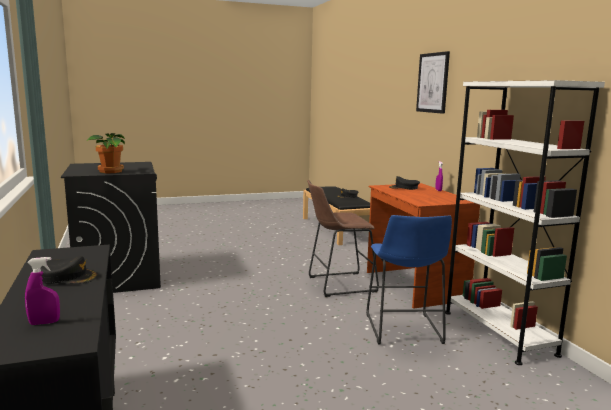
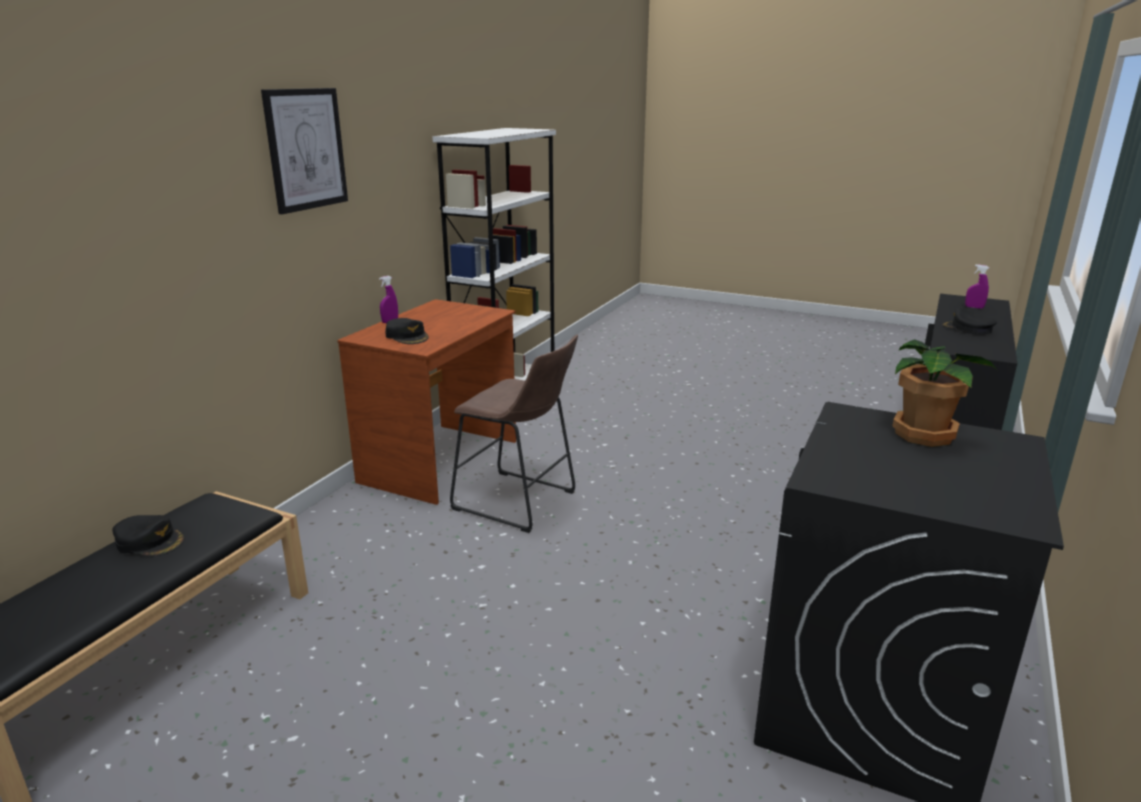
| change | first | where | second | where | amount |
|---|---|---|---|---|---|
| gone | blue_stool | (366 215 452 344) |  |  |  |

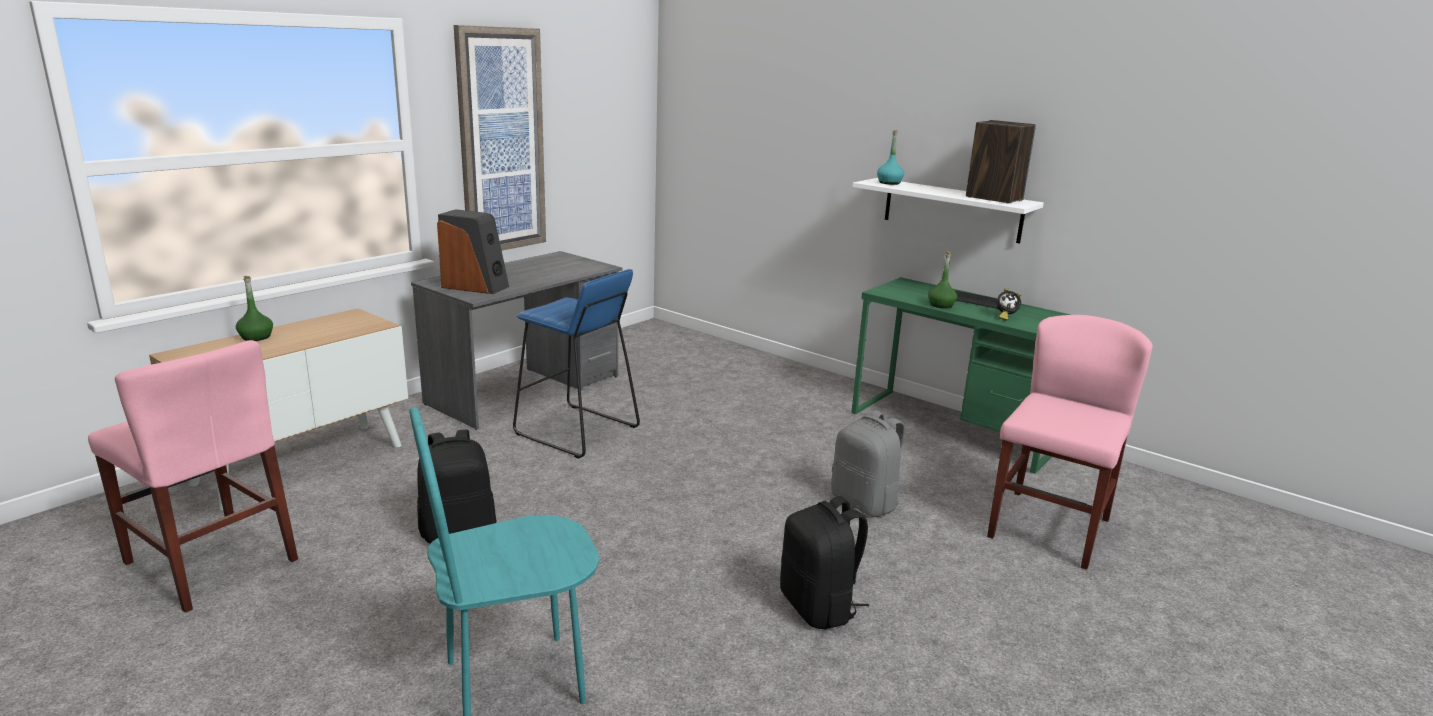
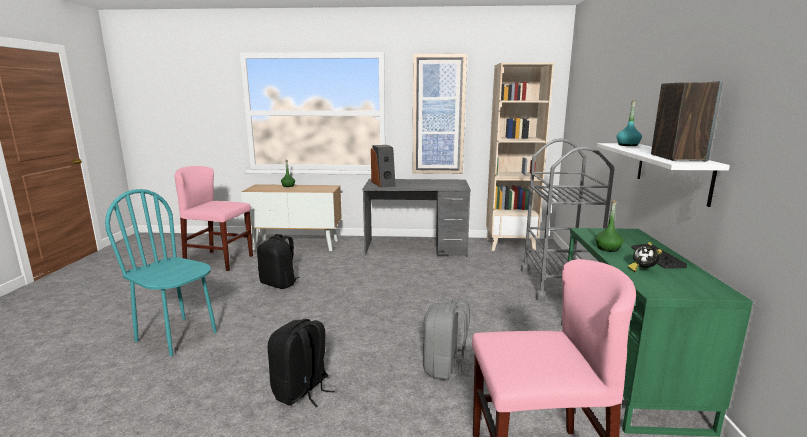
| change | first | where | second | where | amount |
|---|---|---|---|---|---|
| rotated | pink_chair | (88 340 298 613) |  | (175 166 253 271) | 105 degrees clockwise |
| new |  |  | beige_bookcase | (486 62 554 251) |  |
| new |  |  | grey_cart | (521 138 614 302) |  |
| gone | blue_stool | (513 269 640 459) |  |  |  |

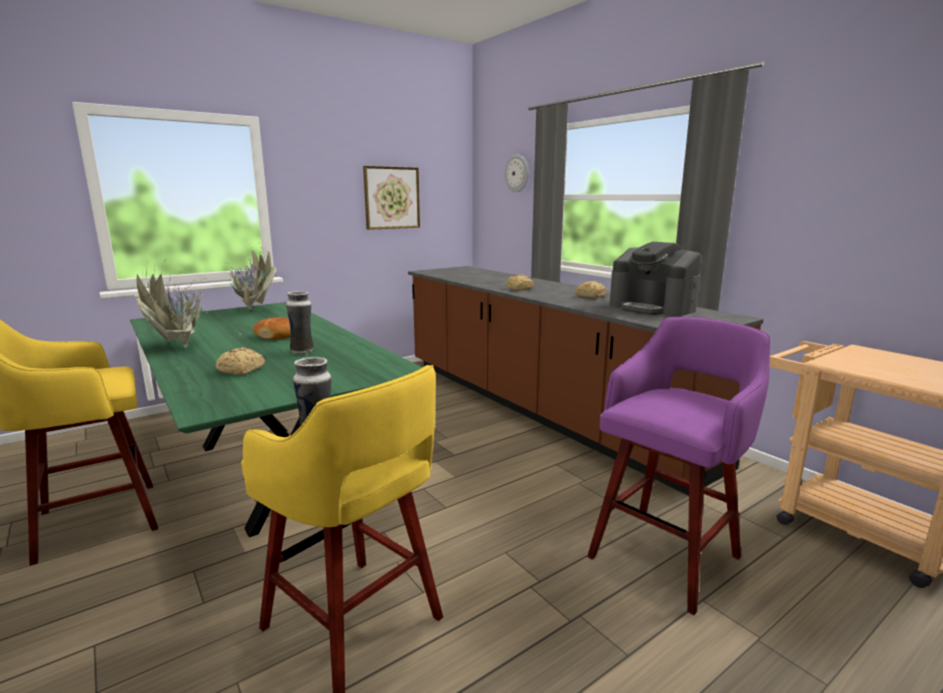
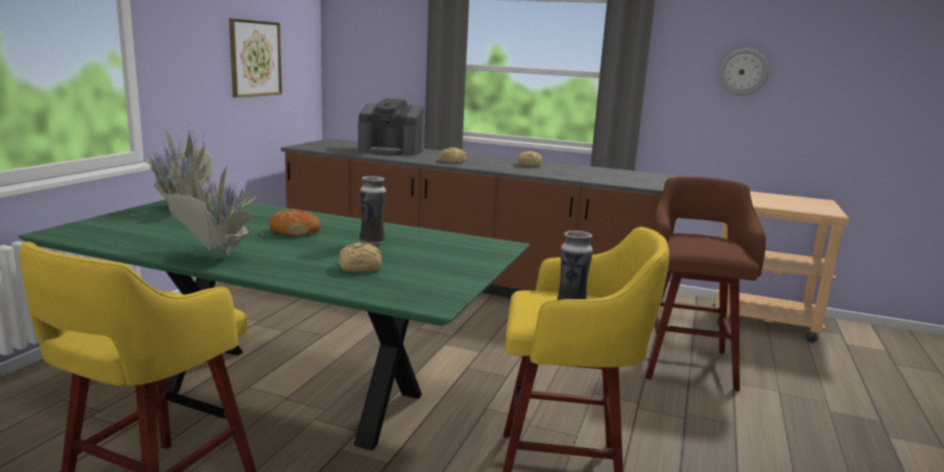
| change | first | where | second | where | amount |
|---|---|---|---|---|---|
| shifted | coffee_machine | (610 242 701 317) |  | (358 98 424 155) |  |
| repainted | purple_stool | (587 317 771 615) | brown_stool | (646 177 766 391) |  |
| shifted | wall_clock | (505 155 529 192) |  | (719 49 769 96) |  |

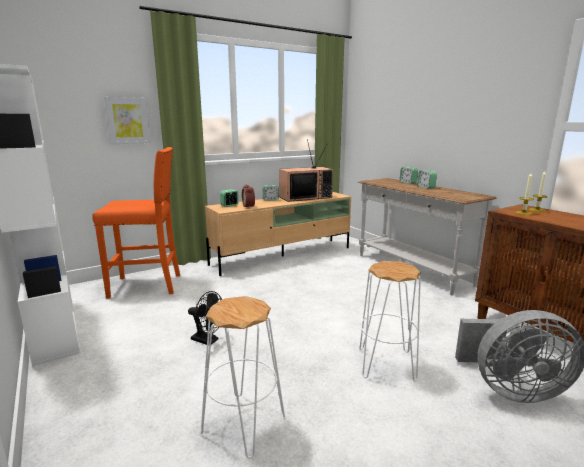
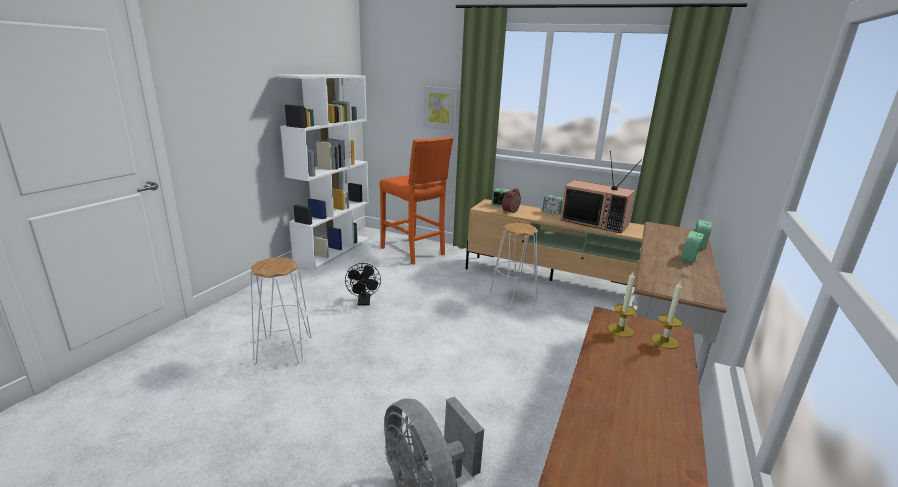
| change | first | where | second | where | amount |
|---|---|---|---|---|---|
| shifted | white_stool | (359 261 421 382) |  | (490 222 538 307) |  |

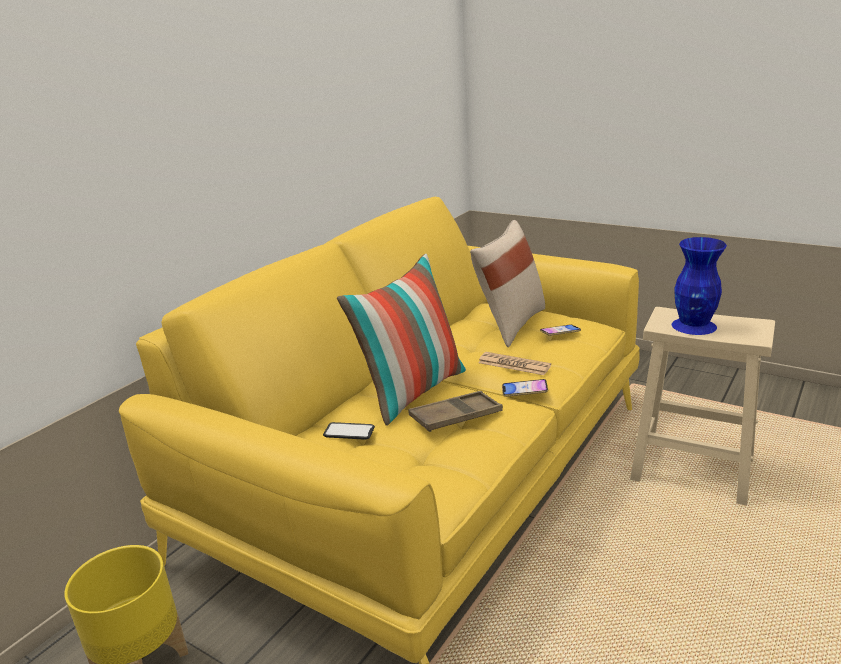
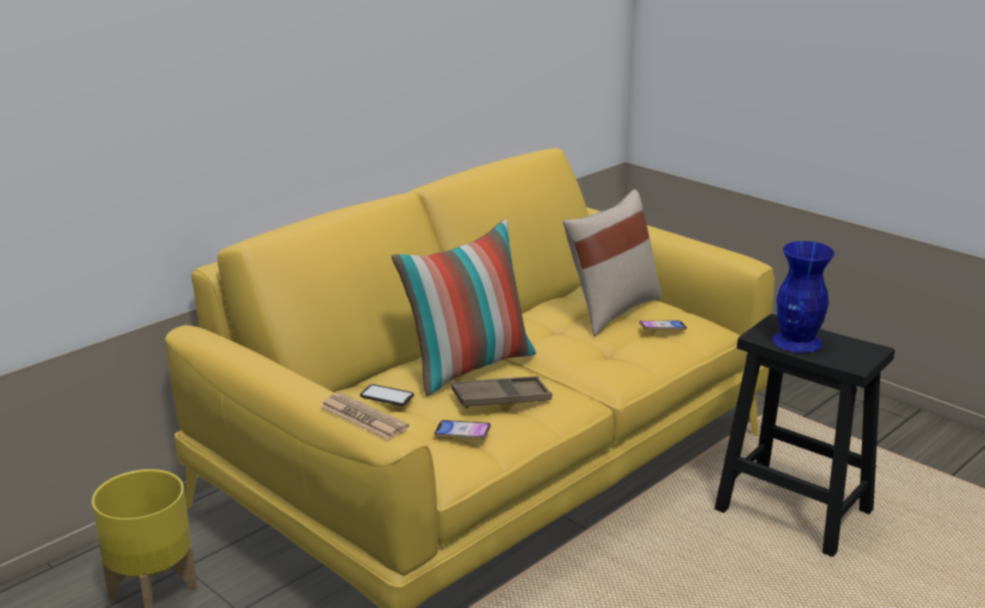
| change | first | where | second | where | amount |
|---|---|---|---|---|---|
| shifted | newspaper | (478 352 551 375) |  | (321 393 409 440) |  |
| shifted | phone | (502 379 548 397) |  | (434 420 491 439) |  |
| repainted | beige_stool | (630 307 775 506) | black_stool | (714 314 895 557) |  |

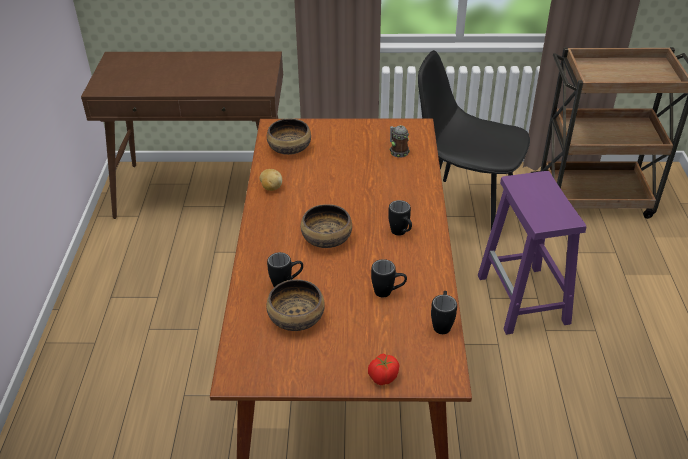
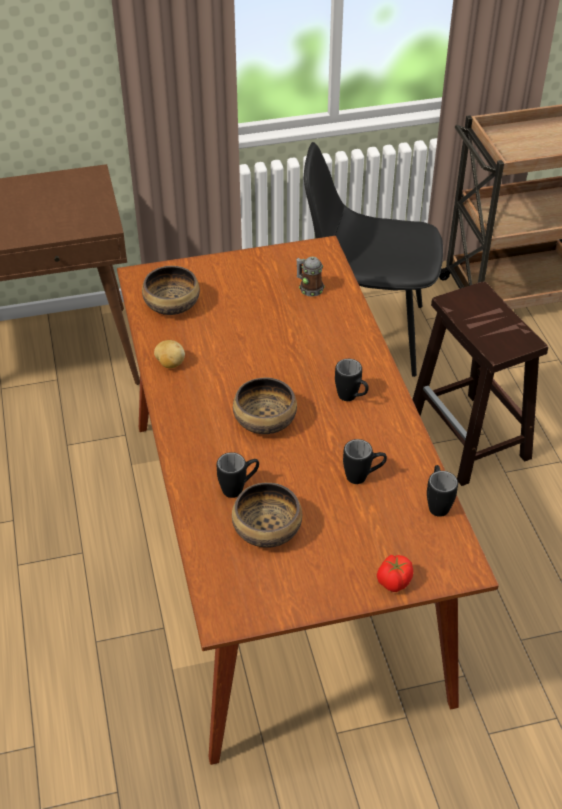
| change | first | where | second | where | amount |
|---|---|---|---|---|---|
| repainted | purple_stool | (478 171 586 335) | brown_stool | (412 281 548 486) |  |

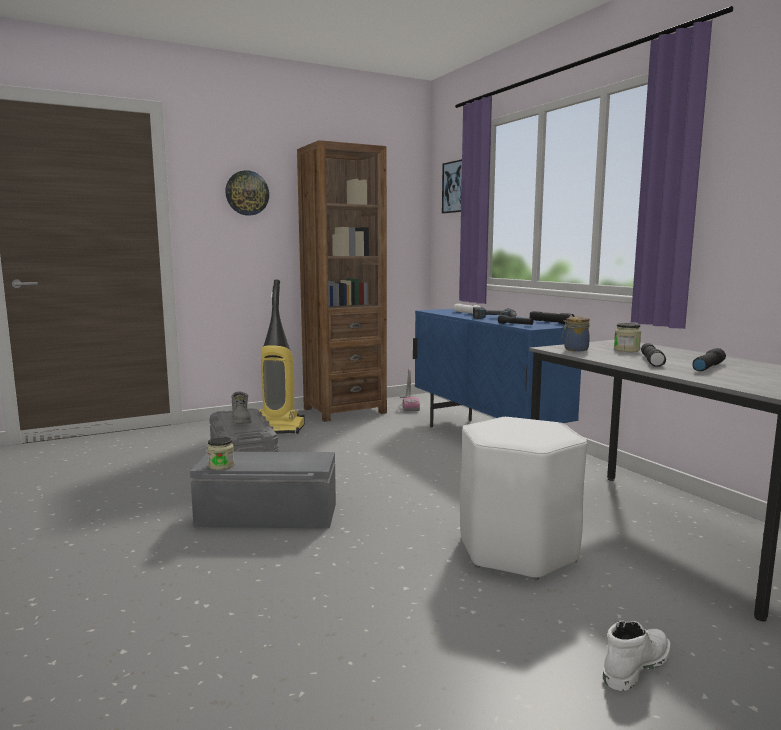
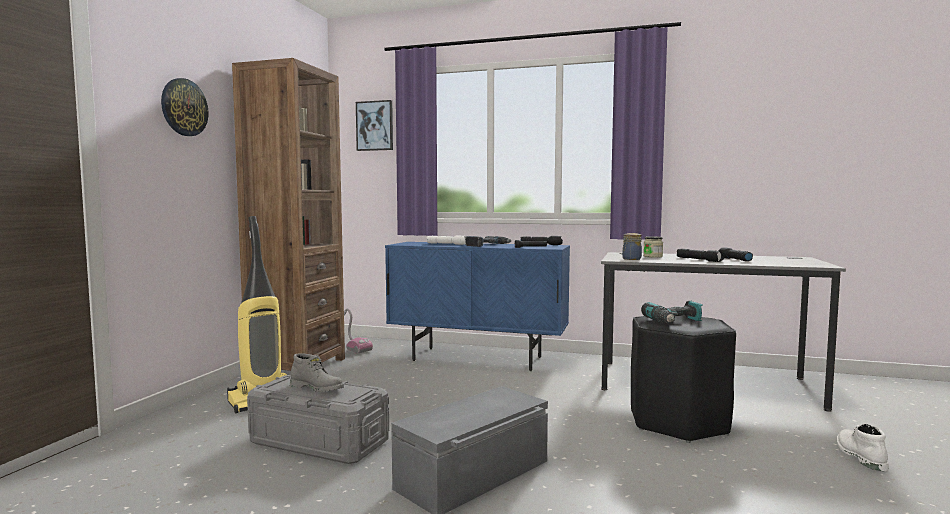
| change | first | where | second | where | amount |
|---|---|---|---|---|---|
| repainted | white_stool | (460 417 587 580) | black_stool | (631 315 736 443) |  |
| new |  |  | power_drill | (641 301 702 324) |  |
| gone | jar | (207 437 234 470) |  |  |  |

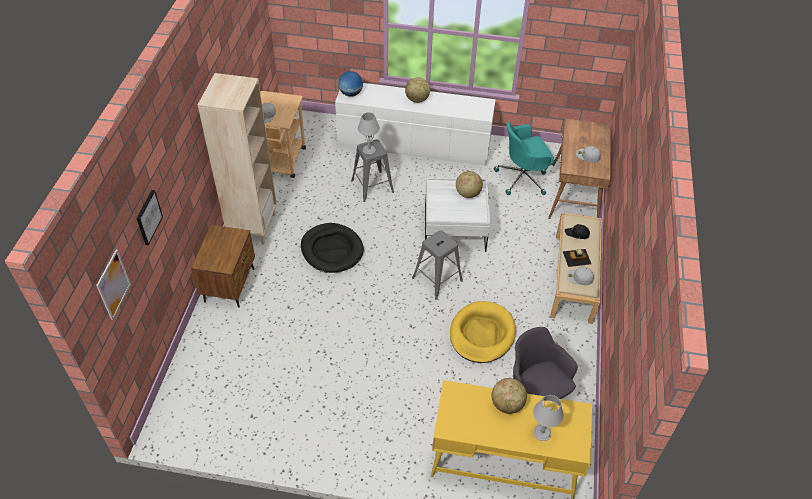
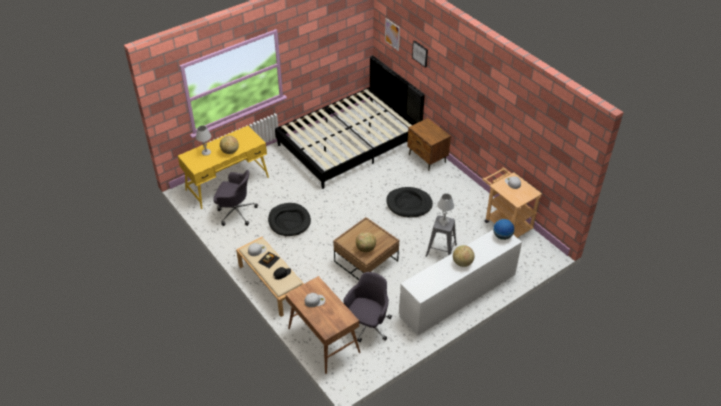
| change | first | where | second | where | amount |
|---|---|---|---|---|---|
| repainted | yellow_dog_bed | (450 301 516 363) | black_dog_bed | (268 203 311 236) |  |
| new |  |  | black_bed | (275 56 425 189) |  |
| repainted | white_coffee_table | (425 178 490 252) | brown_coffee_table | (333 217 399 280) |  |
| repainted | turquoise_office_chair | (494 122 554 195) | grey_office_chair | (344 272 392 342) |  |
| gone | beige_bookcase | (198 73 277 245) |  |  |  |
| gone | grey_stool | (412 230 463 300) |  |  |  |

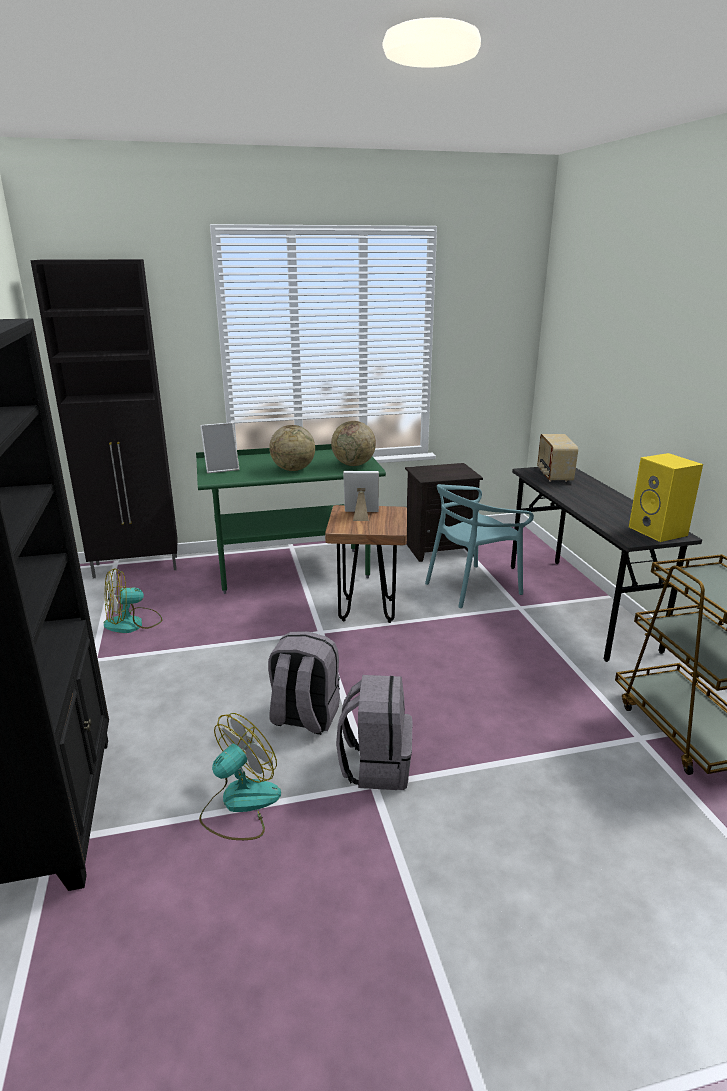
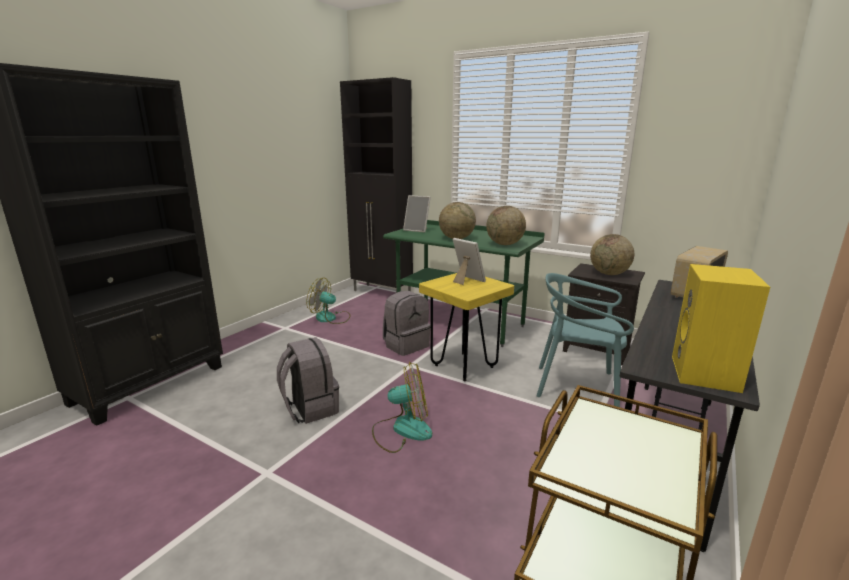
| change | first | where | second | where | amount |
|---|---|---|---|---|---|
| shifted | fan | (199 713 281 840) |  | (372 362 432 453) |  |
| shifted | grey_backpack | (336 675 412 790) |  | (383 291 431 356) |  |
| repainted | brown_stool | (325 505 407 623) | yellow_stool | (419 273 514 381) |  |
| new |  |  | globe | (590 234 634 275) |  |

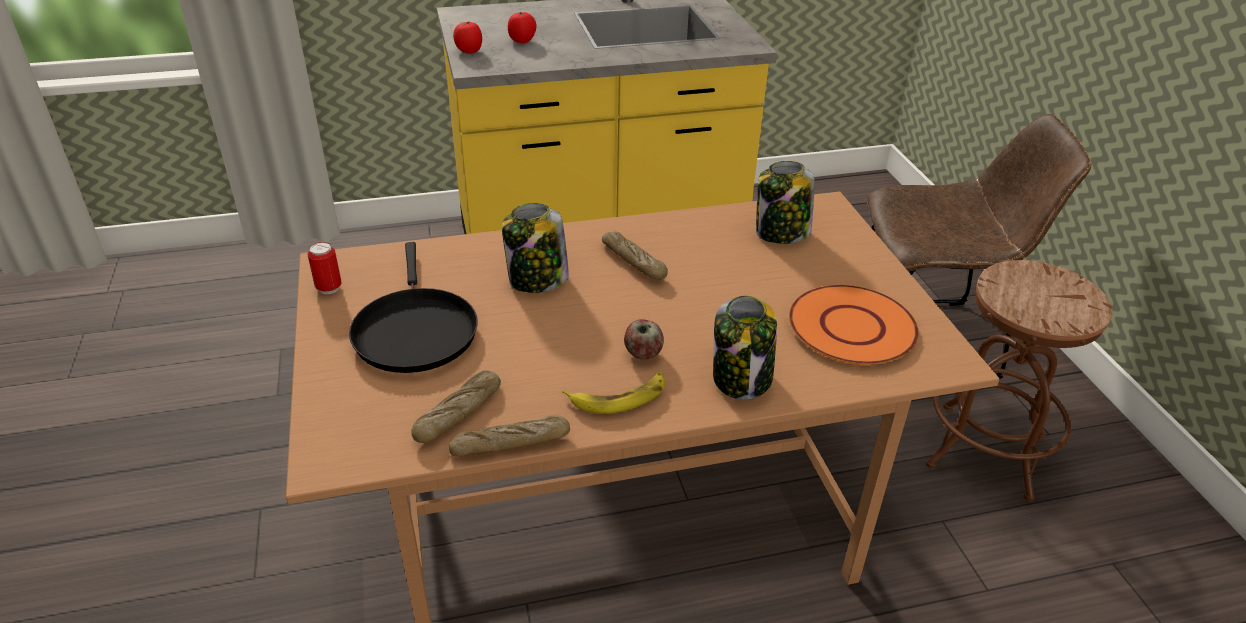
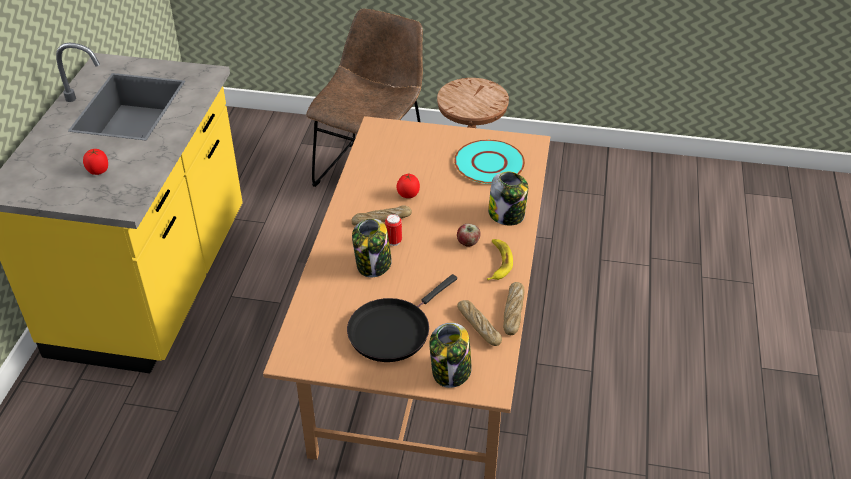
| change | first | where | second | where | amount |
|---|---|---|---|---|---|
| rotated | black_frying_pan | (349 242 478 373) |  | (347 274 457 362) | 120 degrees clockwise |
| shifted | can | (307 242 342 294) |  | (385 214 402 246) |  |
| shifted | tomato | (453 21 482 54) |  | (396 174 420 198) |  |
| shifted | jar | (756 161 815 244) |  | (429 323 472 388) |  |
| repainted | orange_plate | (789 285 919 365) | turquoise_plate | (454 140 525 184) |  |

